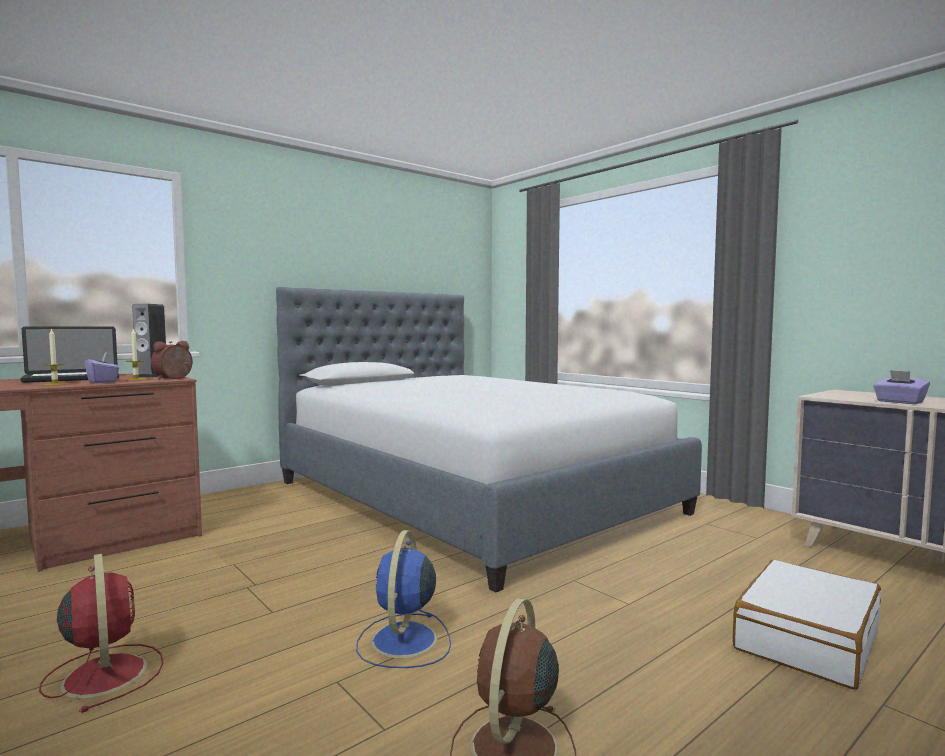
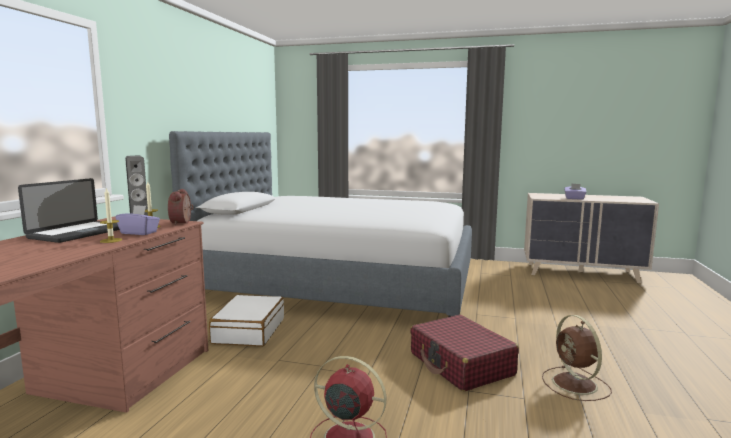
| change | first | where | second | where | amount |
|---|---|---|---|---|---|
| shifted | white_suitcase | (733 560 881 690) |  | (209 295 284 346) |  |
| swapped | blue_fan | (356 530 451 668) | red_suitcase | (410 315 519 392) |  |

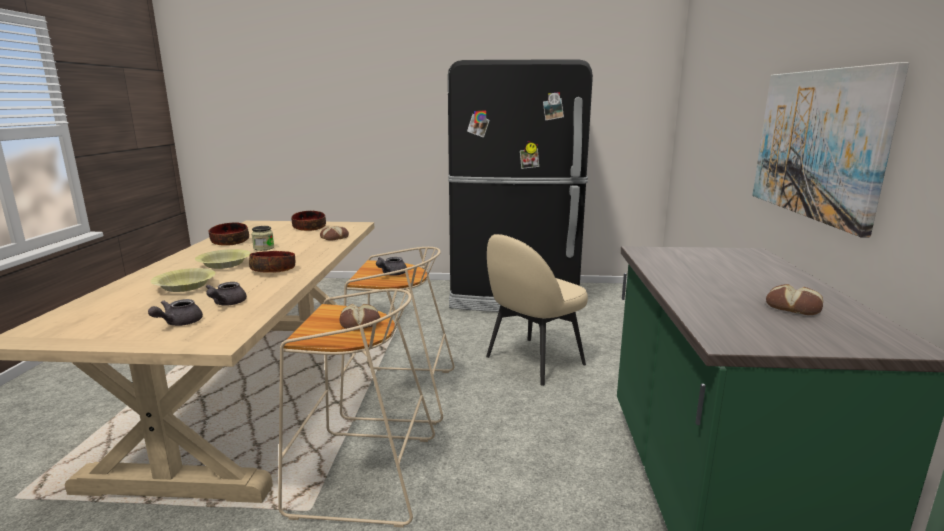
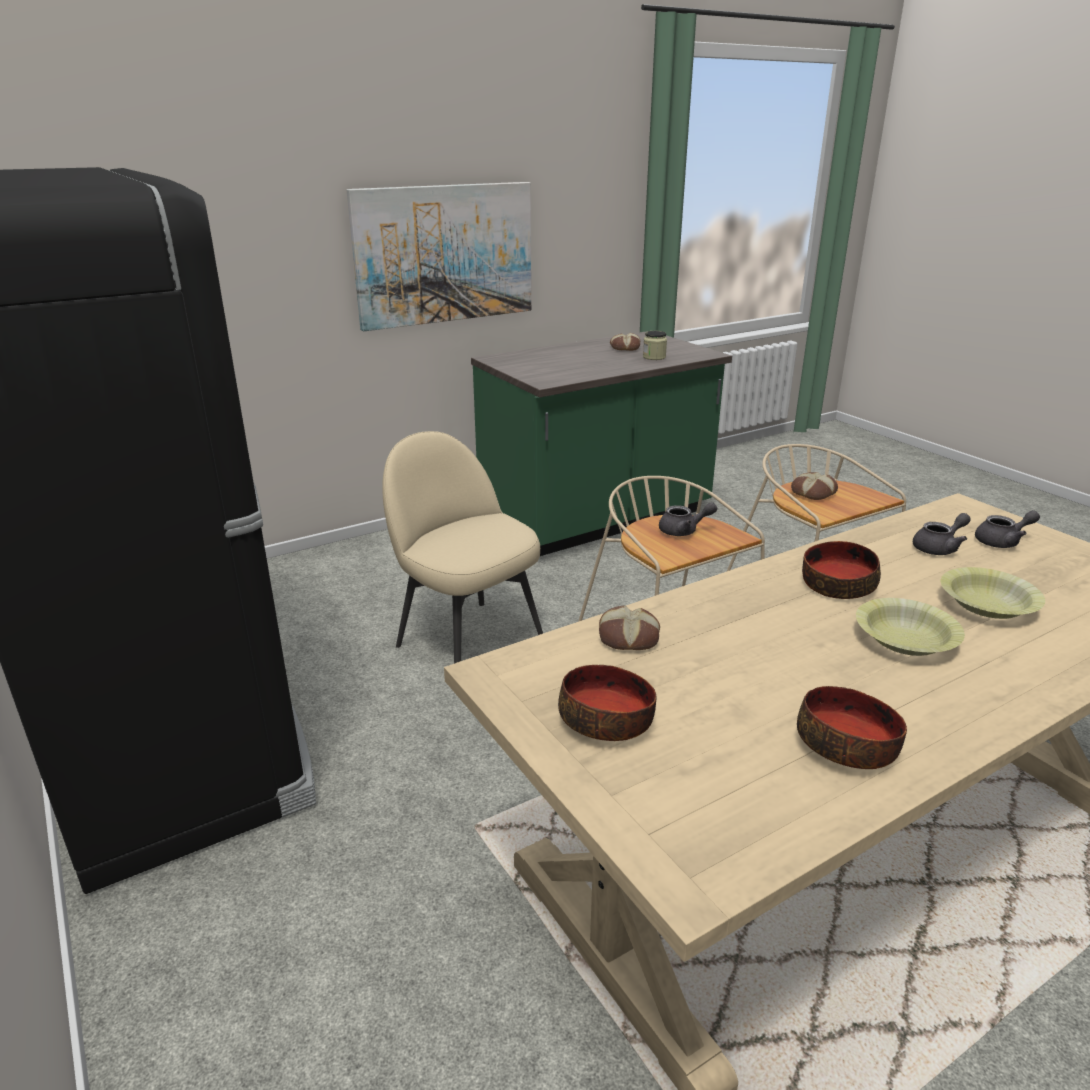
| change | first | where | second | where | amount |
|---|---|---|---|---|---|
| rotated | beige_chair | (486 234 588 386) |  | (382 431 543 664) | 150 degrees counterclockwise |
| shifted | jar | (251 226 274 251) |  | (643 331 667 360) |  |

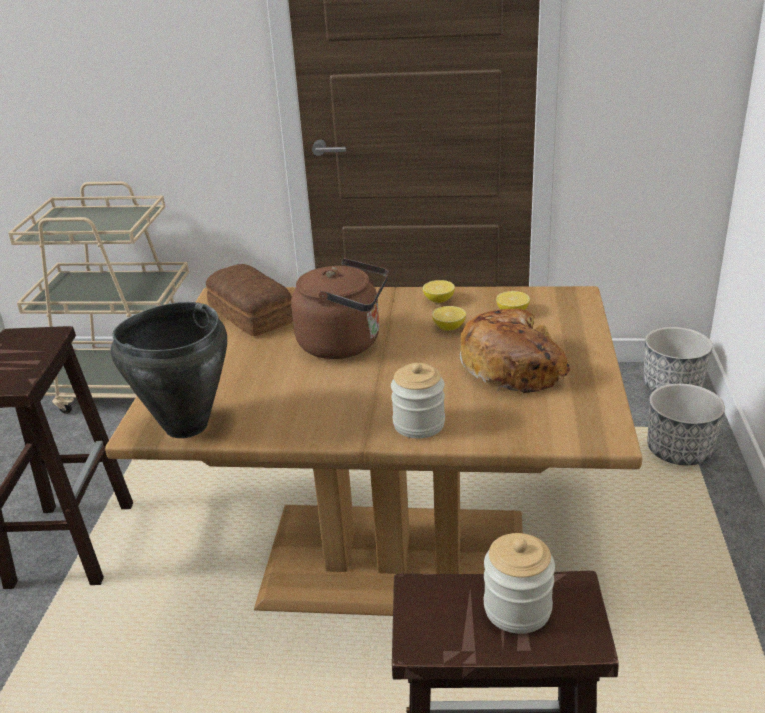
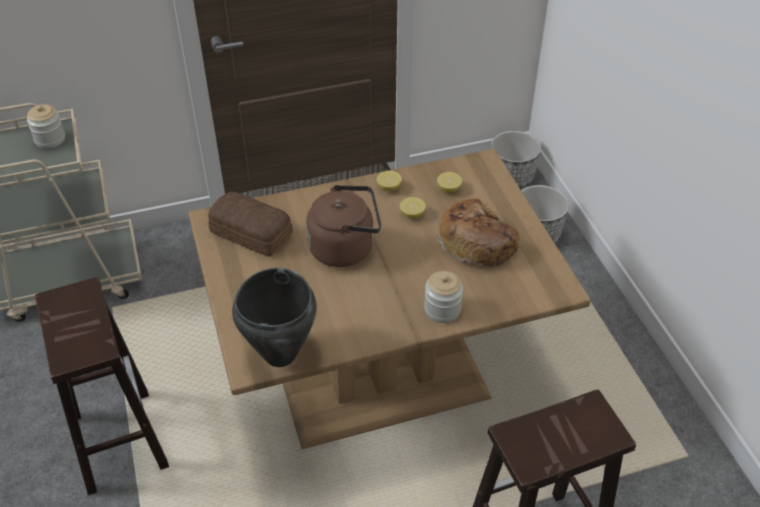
| change | first | where | second | where | amount |
|---|---|---|---|---|---|
| shifted | jar | (484 533 555 634) |  | (27 104 65 149) |  |

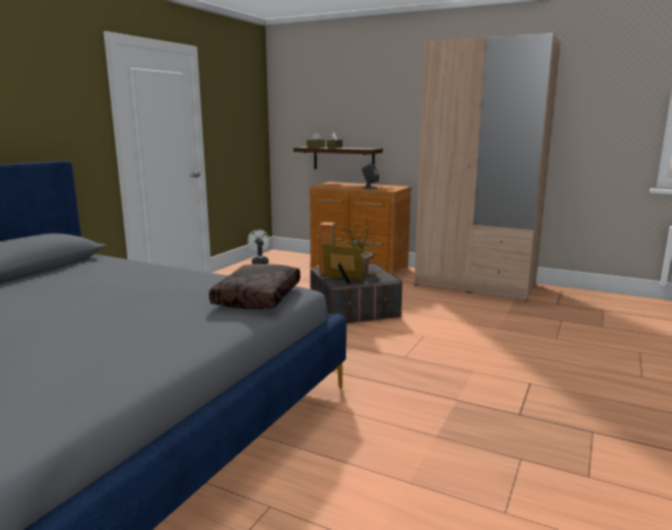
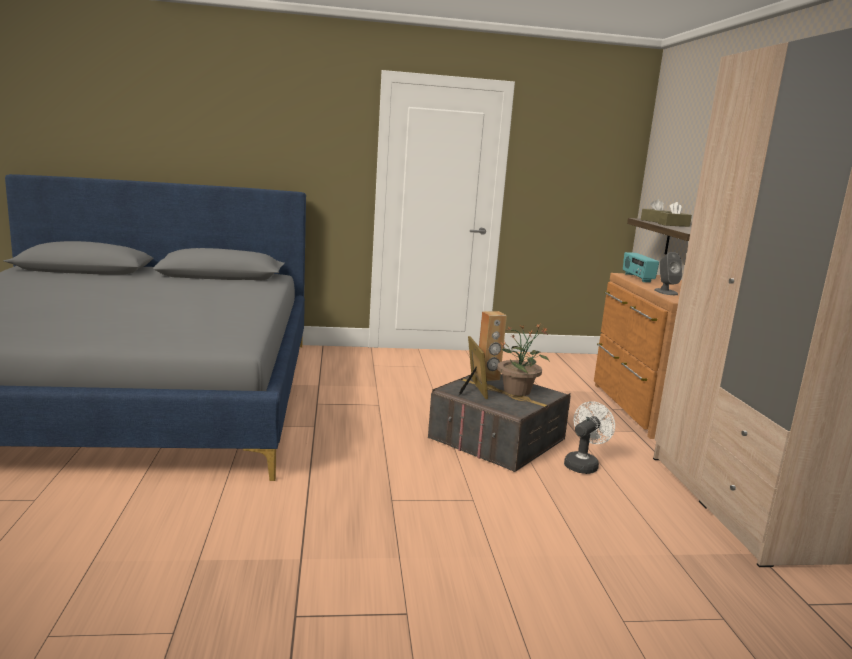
| change | first | where | second | where | amount |
|---|---|---|---|---|---|
| shifted | white_fan | (247 230 269 264) |  | (564 402 615 474) |  |
| new |  |  | radio | (623 252 659 282) |  |
| gone | brown_pillow | (209 264 300 309) |  |  |  |

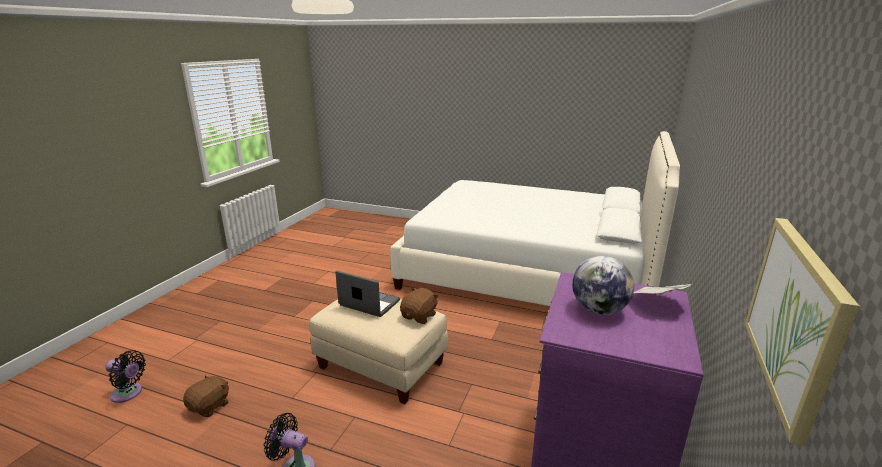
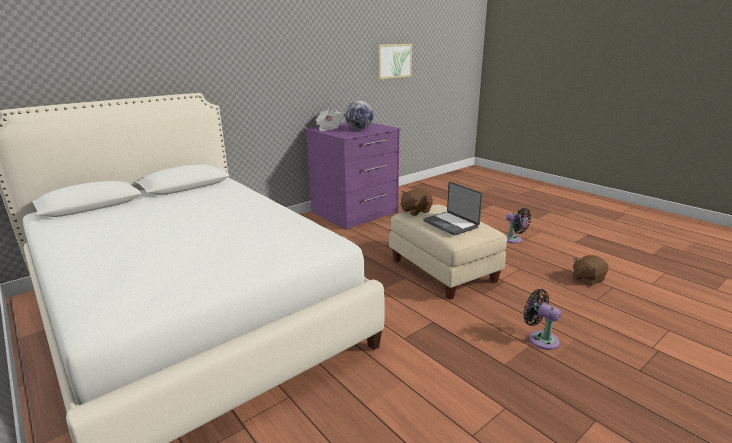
| change | first | where | second | where | amount |
|---|---|---|---|---|---|
| shifted | black_fan | (105 350 146 403) |  | (523 289 562 350) |  |

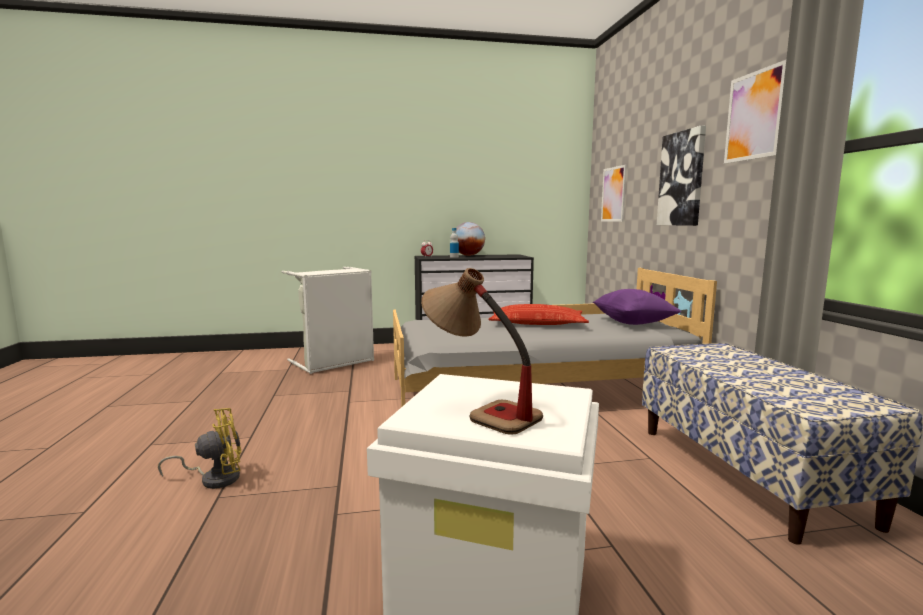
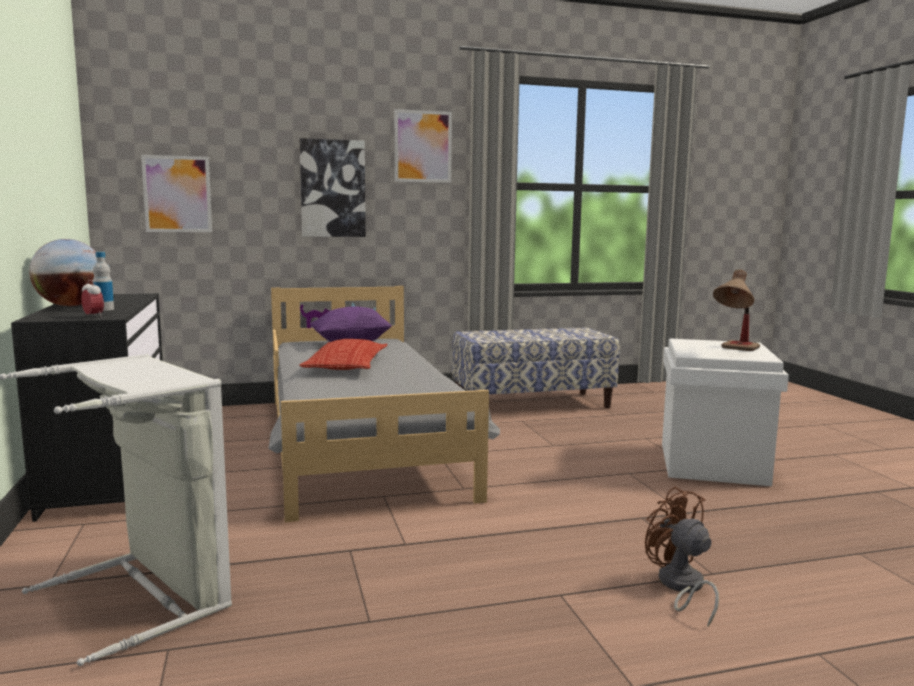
| change | first | where | second | where | amount |
|---|---|---|---|---|---|
| repainted | yellow_fan | (158 408 241 489) | brown_fan | (645 486 719 627) |  |

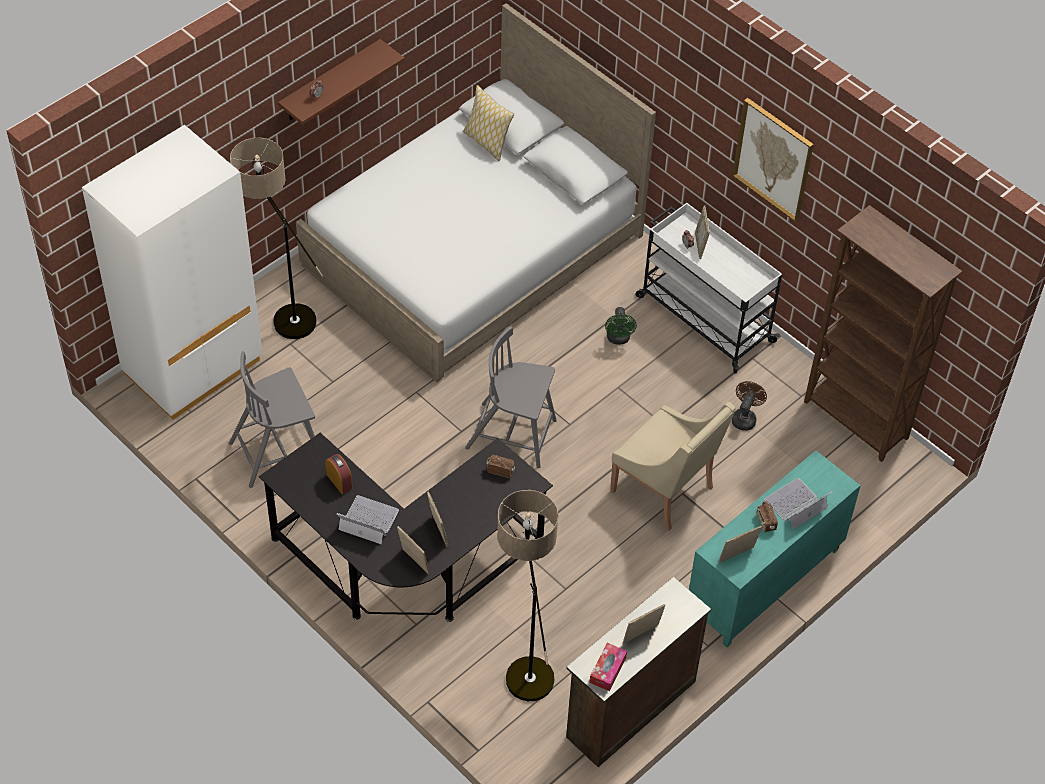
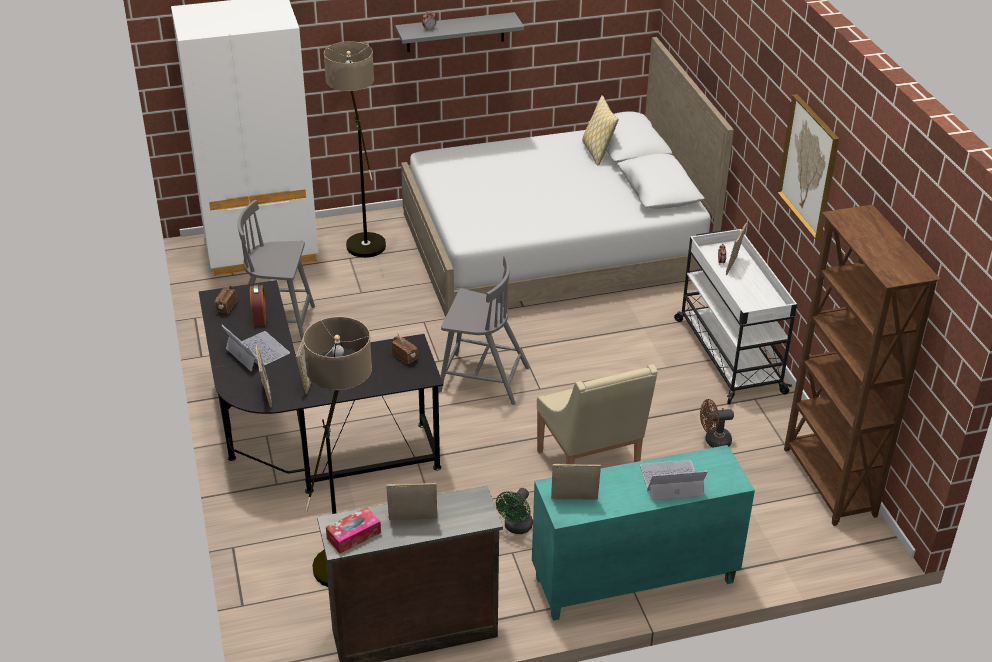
| change | first | where | second | where | amount |
|---|---|---|---|---|---|
| shifted | radio | (757 501 778 532) |  | (215 286 237 314) |  |
| repainted | brown_shelf | (278 39 405 125) | grey_shelf | (395 12 524 52) |  |
| rotated | grey_chair | (465 326 557 468) |  | (438 255 529 405) | 150 degrees clockwise |
| shifted | green_fan | (605 307 637 345) |  | (496 488 533 534) |  |
| rotated | brown_fan | (732 381 767 431) |  | (700 399 734 448) | 150 degrees counterclockwise |

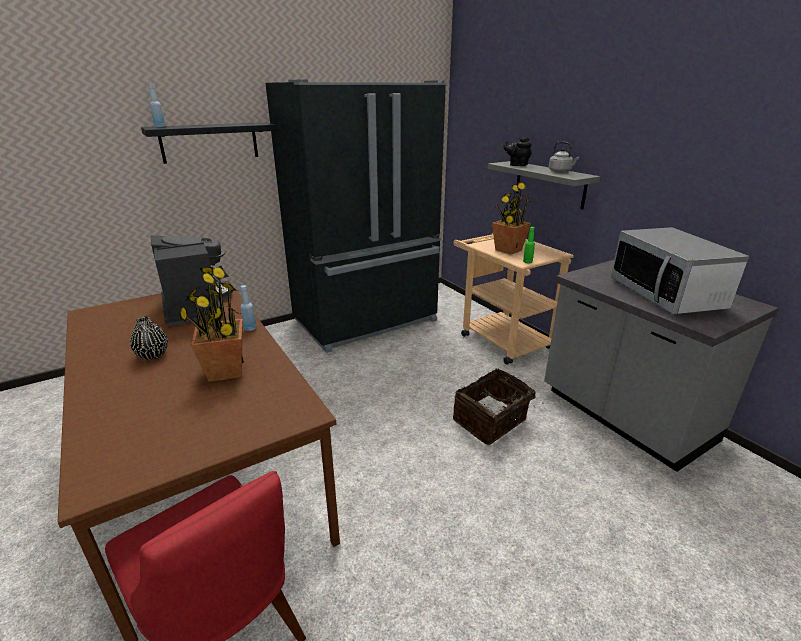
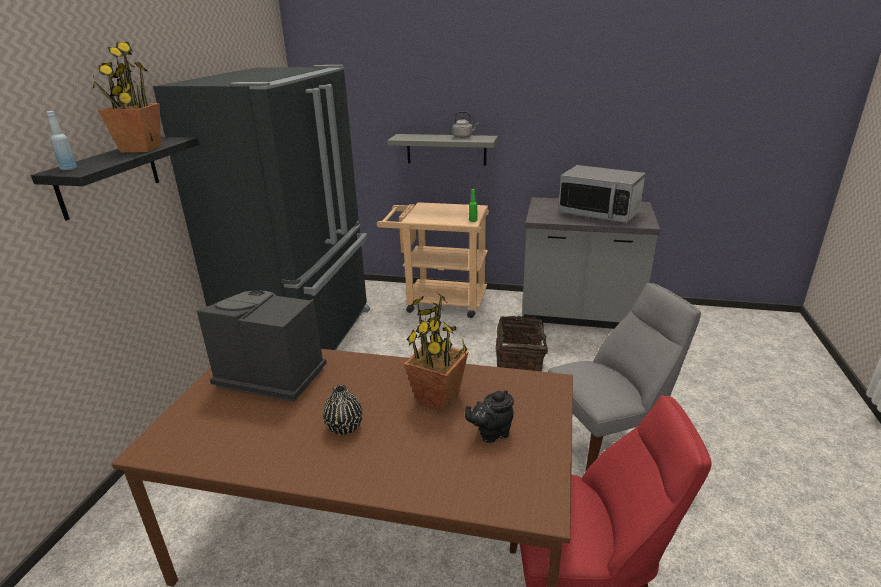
| change | first | where | second | where | amount |
|---|---|---|---|---|---|
| shifted | potted_plant | (492 183 531 255) |  | (93 42 161 153) |  |
| shifted | black_teapot | (503 138 532 166) |  | (465 390 514 443) |  |
| new |  |  | grey_chair | (548 283 701 470) |  |
| gone | blue_bottle | (240 285 256 331) |  |  |  |

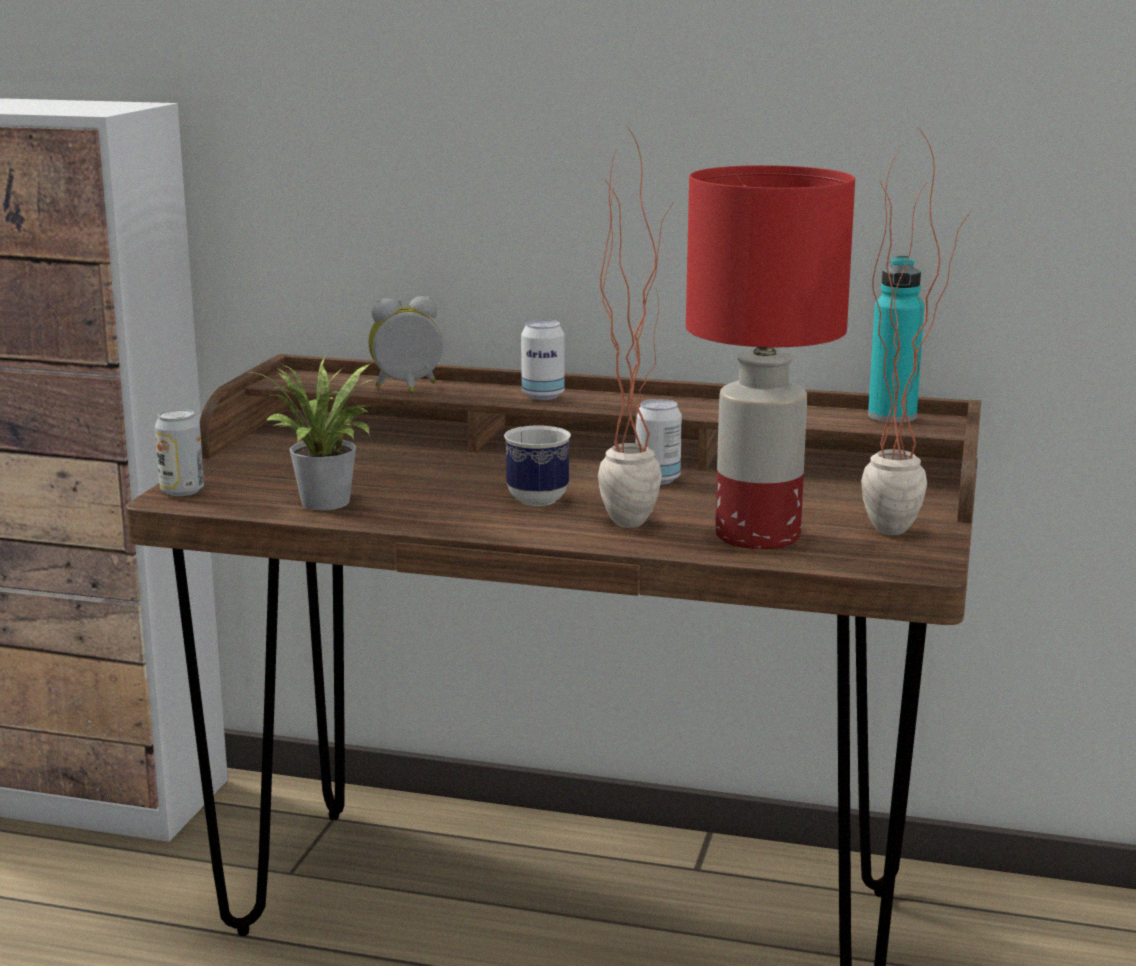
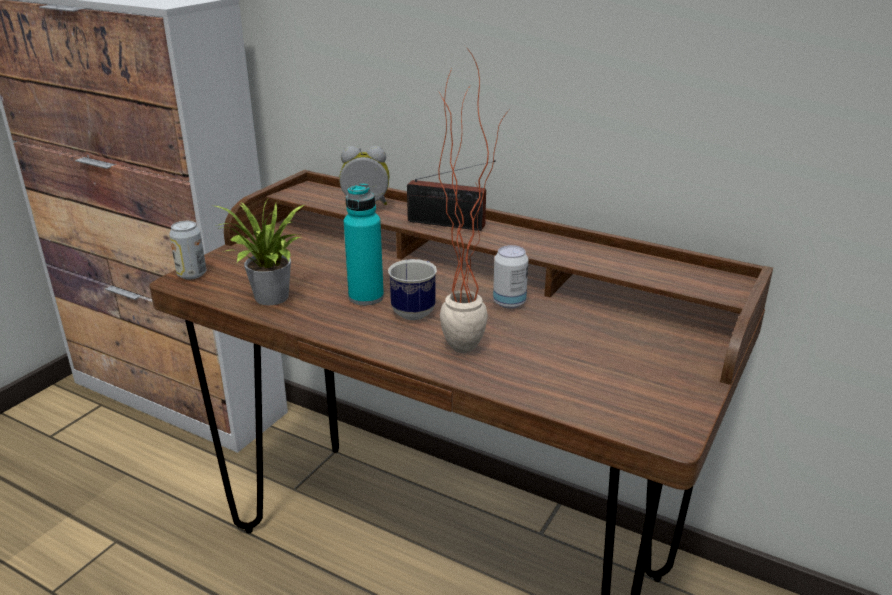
| change | first | where | second | where | amount |
|---|---|---|---|---|---|
| shifted | turquoise_bottle | (868 256 924 423) |  | (344 183 384 305) |  |
| swapped | can | (521 319 565 400) | radio | (407 160 496 231) |  |
| gone | red_table_lamp | (686 165 855 549) |  |  |  |
| gone | potted_plant | (861 130 972 535) |  |  |  |

